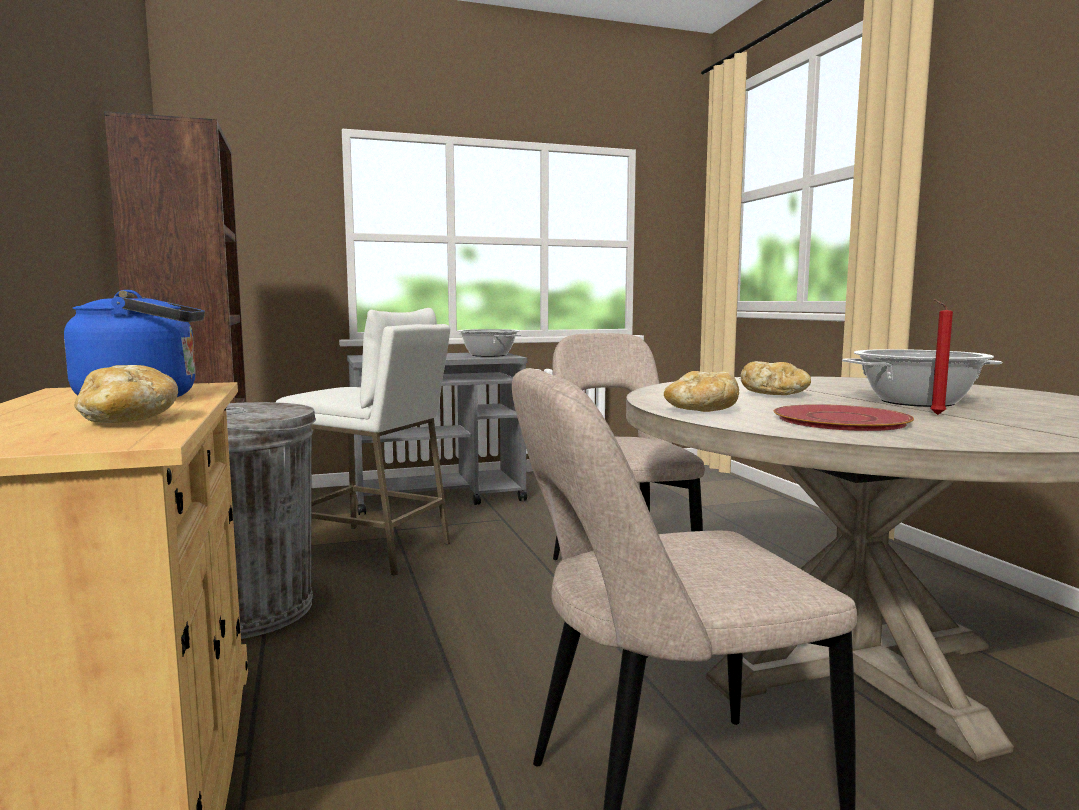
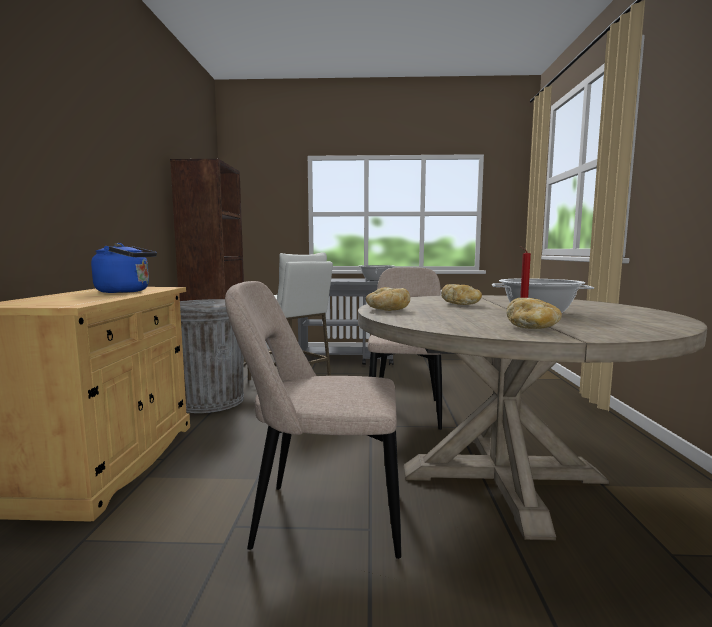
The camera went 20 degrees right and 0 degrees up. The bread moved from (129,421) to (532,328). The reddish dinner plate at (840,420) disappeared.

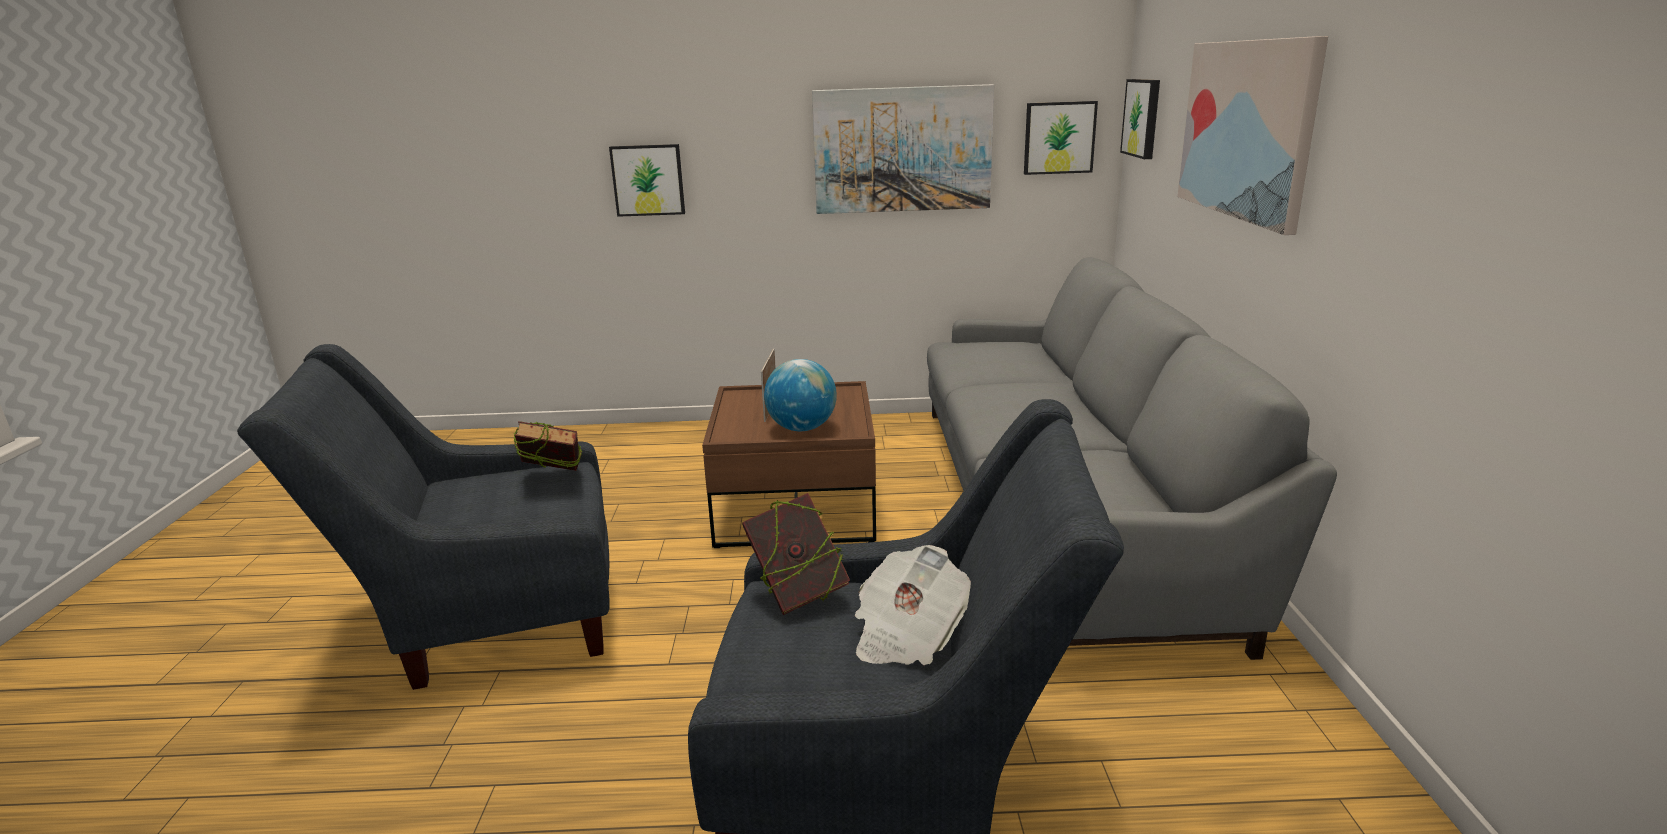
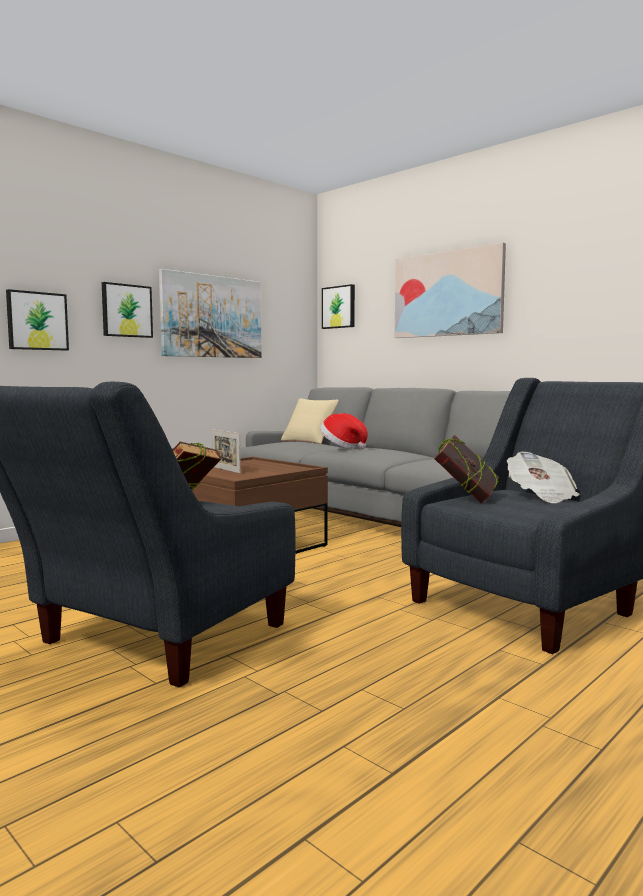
The camera went 45 degrees left and 15 degrees down. The picture moved from (1059,137) to (126,311). The beige-coloured pillow at (309,441) appeared. The clothing hat at (343,447) appeared. The desk globe at (801,428) disappeared.

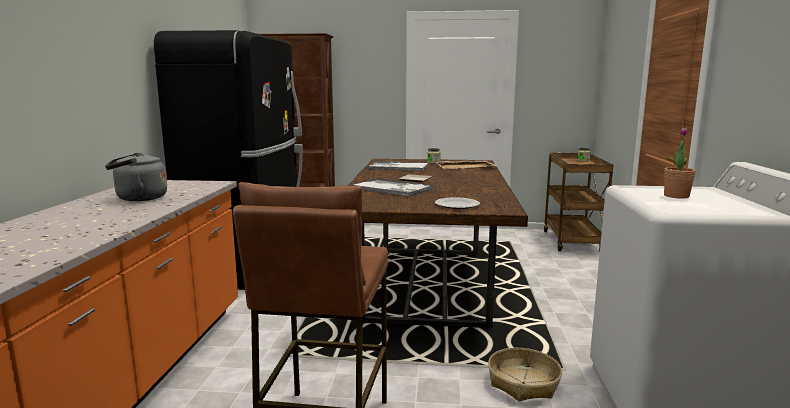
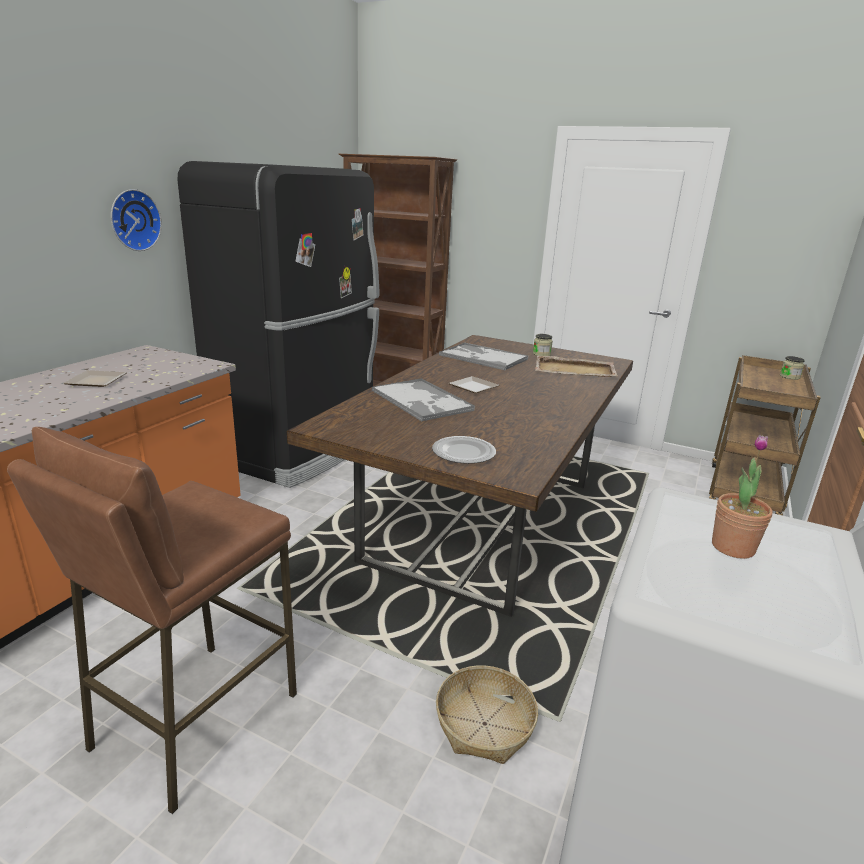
The camera went 20 degrees right and 10 degrees up. The gray kettle at (138,198) was replaced by the dinner plate at (95,381). The clock on the wall at (133,220) appeared.

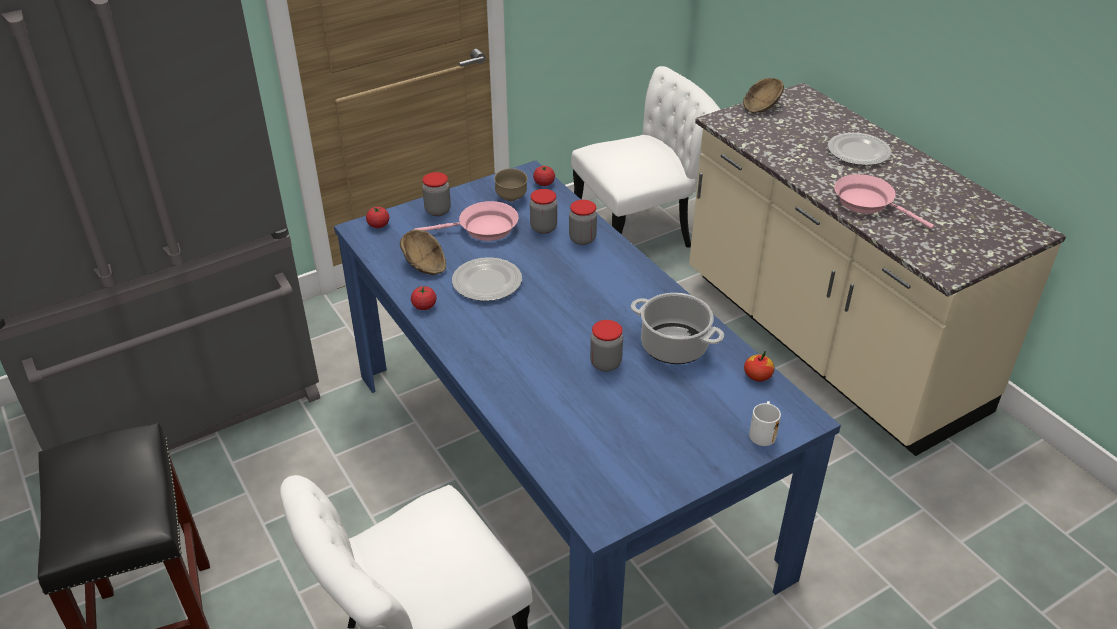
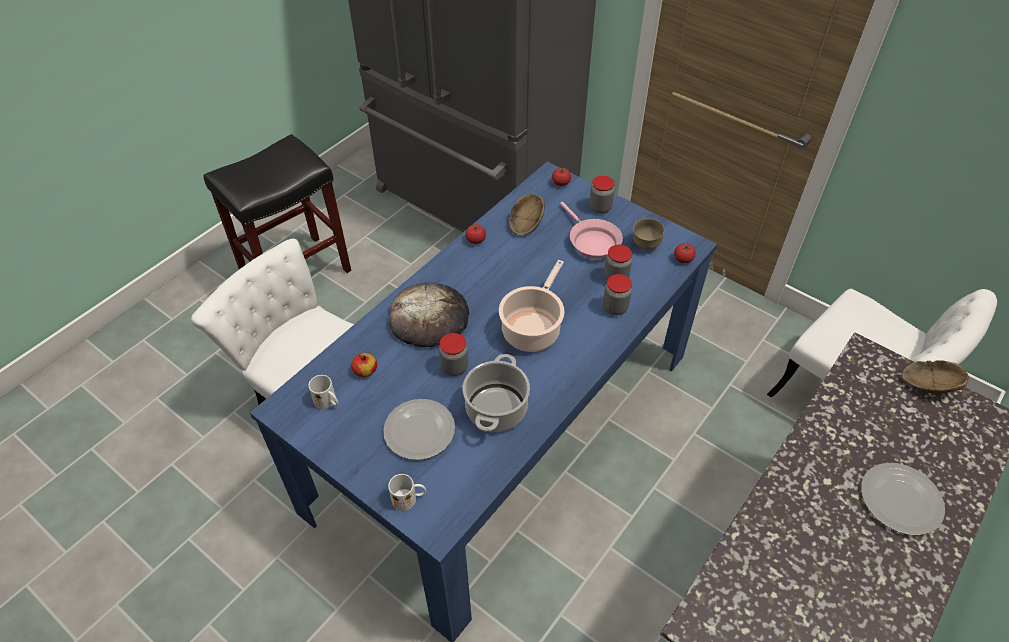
The camera went 70 degrees right and 10 degrees up. The white-coloured coffee mug at (328,402) appeared. The apple moved from (757,376) to (365,370). The dinner plate moved from (488,281) to (420,431). The bread at (429,318) appeared. The cooking pot at (532,329) appeared. The pink-coloured pan at (868,203) disappeared.

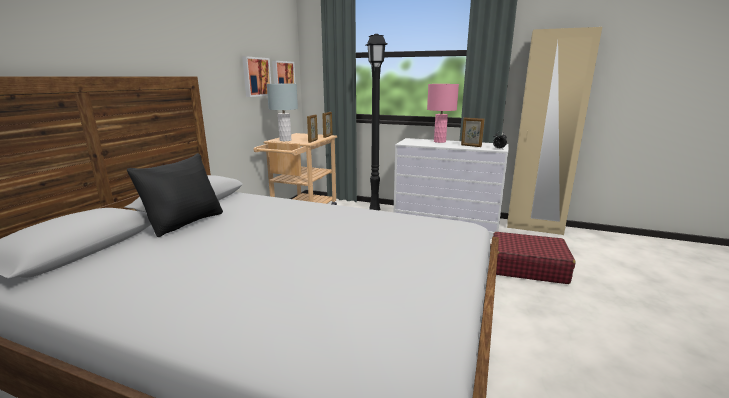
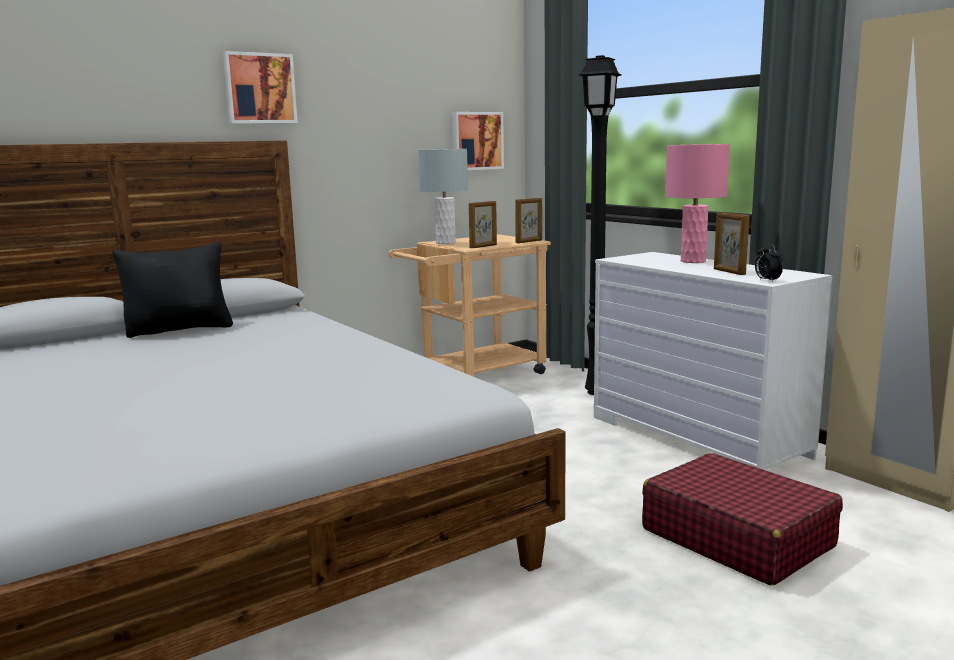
The camera went 35 degrees right and 5 degrees down. The picture moved from (256,77) to (259,88).

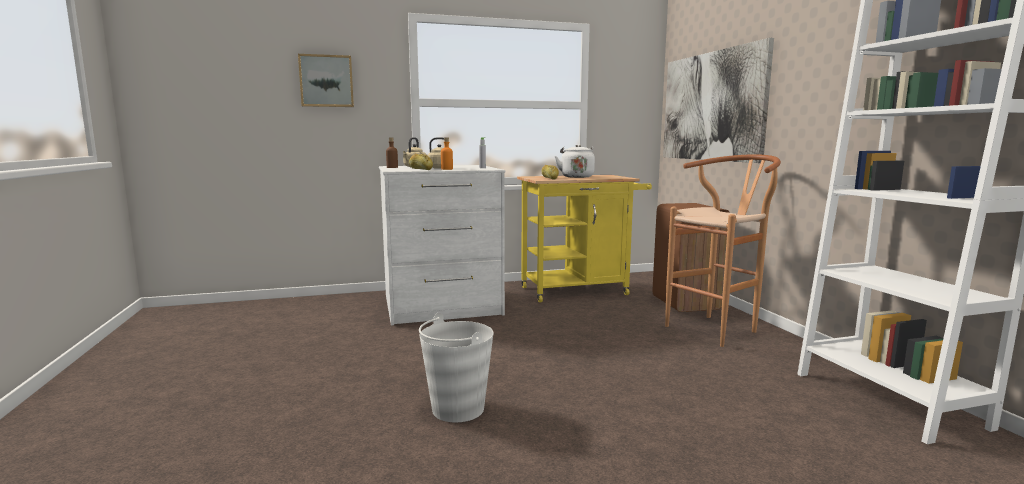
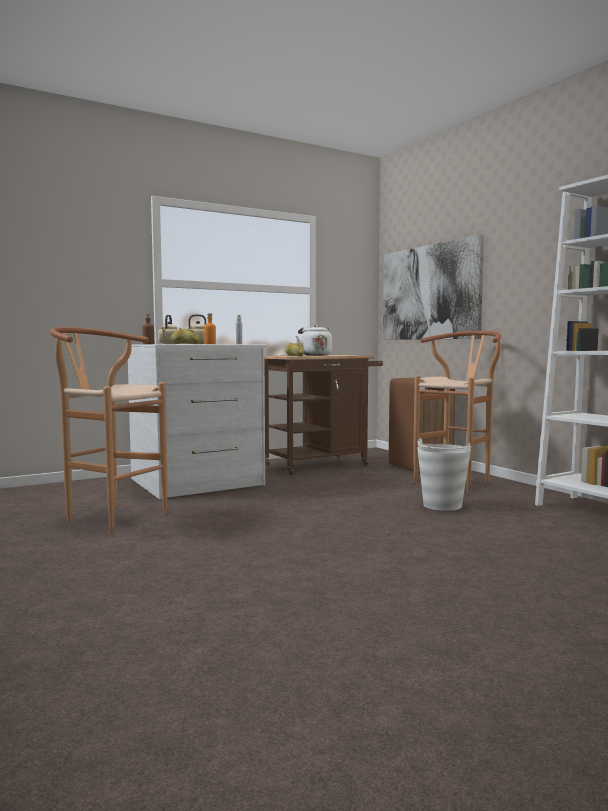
The camera went 15 degrees left and 5 degrees down. The brown-coloured stool seat at (109,516) appeared. The yellow-coloured trolley at (580,290) became the brown-coloured trolley at (321,464). The white-coloured water bucket moved from (457,409) to (442,505). The picture at (326,81) disappeared.

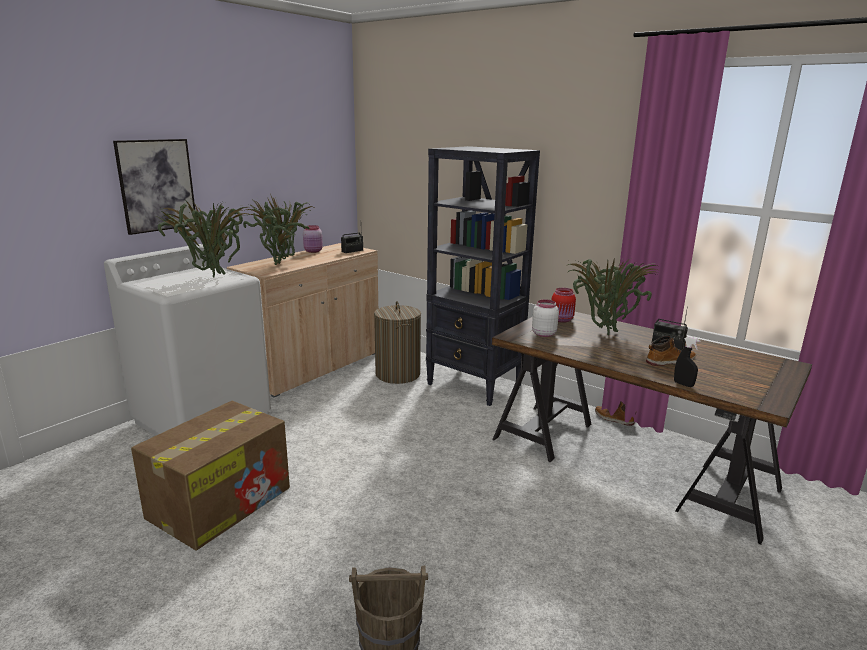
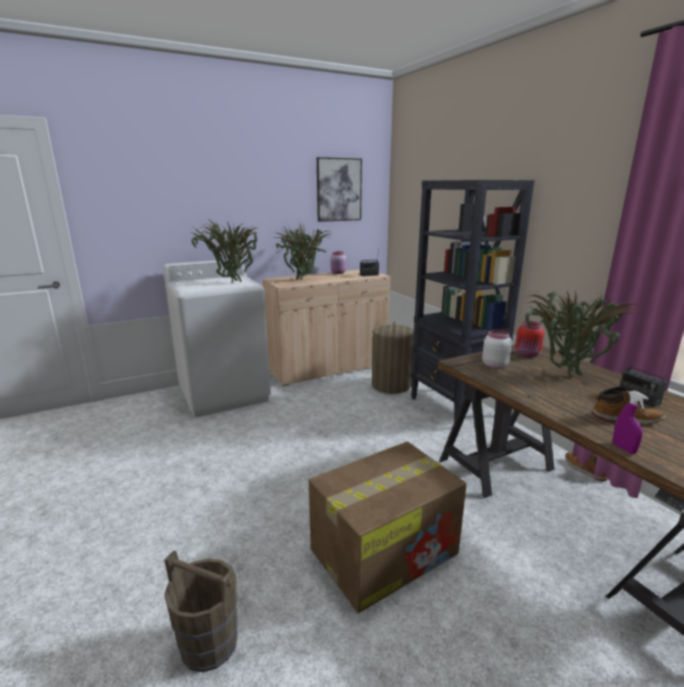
The camera went 25 degrees right and 0 degrees up. The cardboard box moved from (221,501) to (385,550). The picture moved from (156,185) to (339,190). The blackish sprayer at (683,384) became the purple sprayer at (623,448).

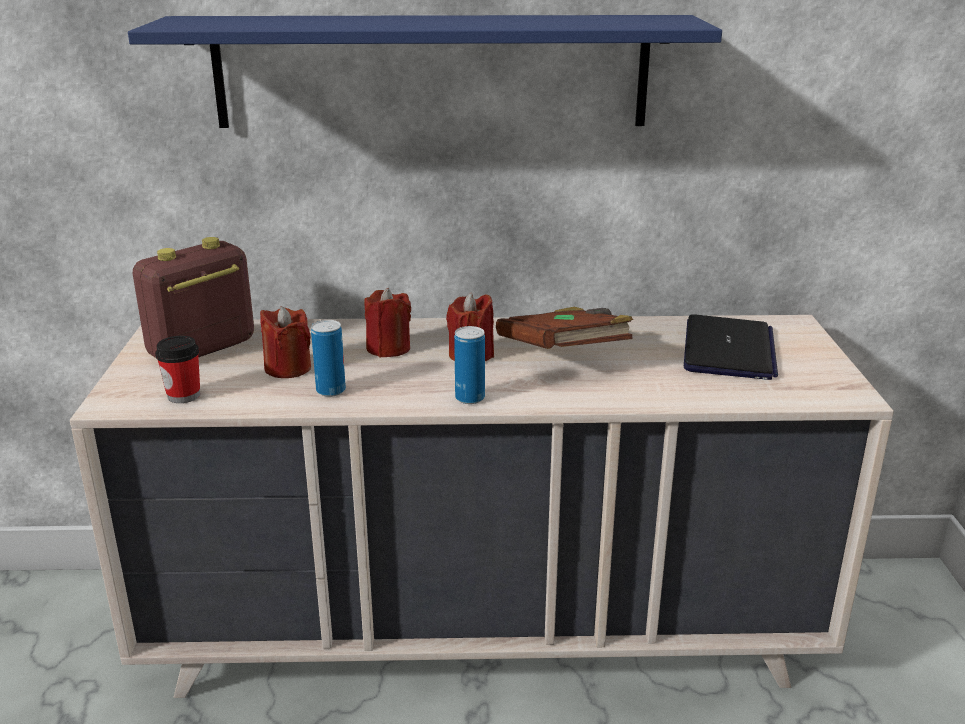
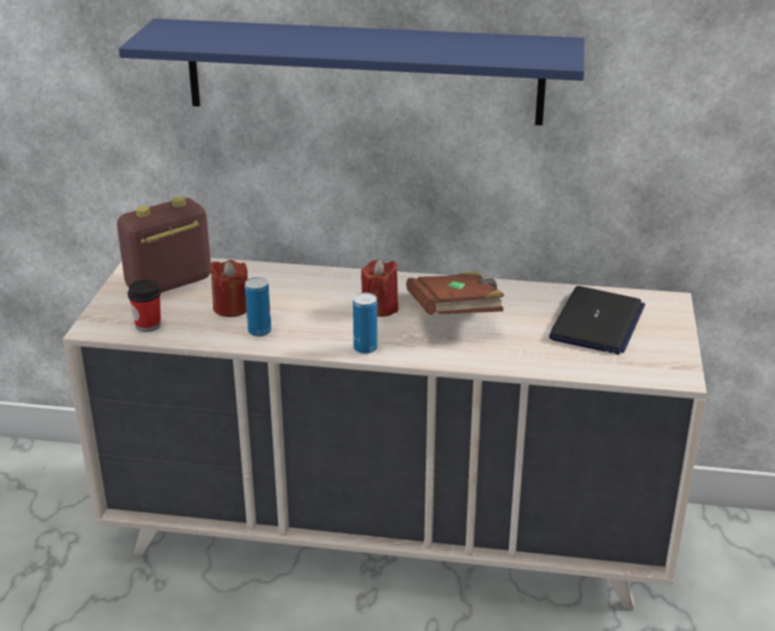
The camera went 10 degrees right and 5 degrees up. The reddish candle at (388,348) disappeared.

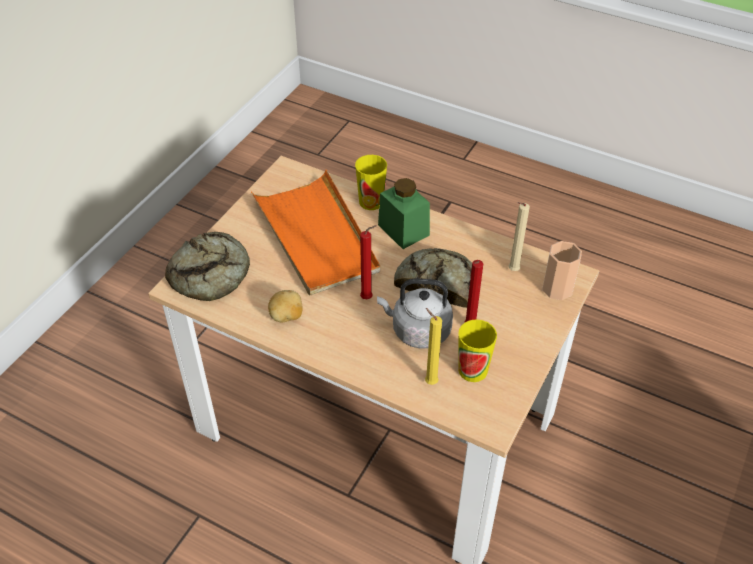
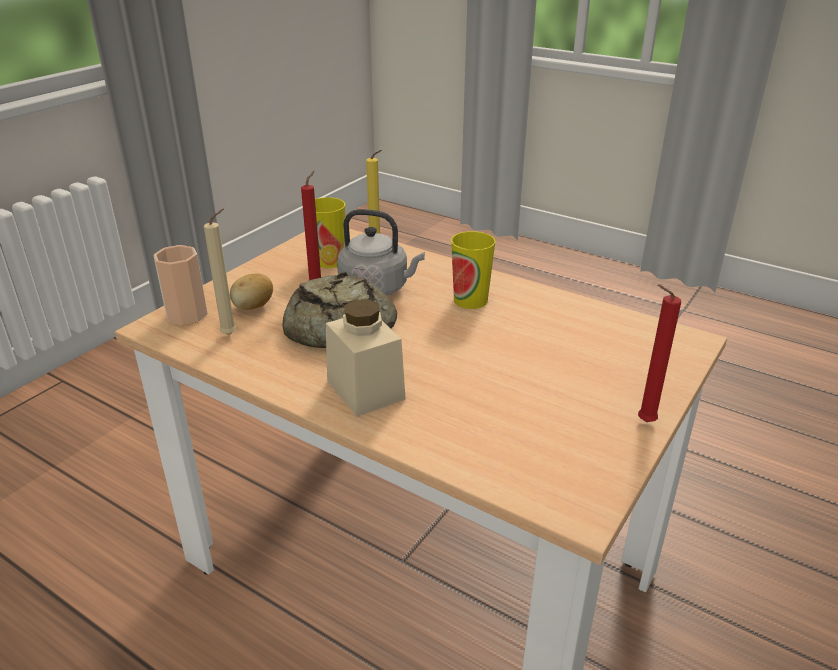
The camera went 175 degrees left and 15 degrees down. The spud moved from (287,316) to (253,307). The green-coloured preserve jar at (403,230) became the beige-coloured preserve jar at (365,390). The small cup moved from (371,201) to (470,300). The reddish candle moved from (368,298) to (643,422). The bread at (212,273) disappeared. The orange carrying tray at (316,236) disappeared.

